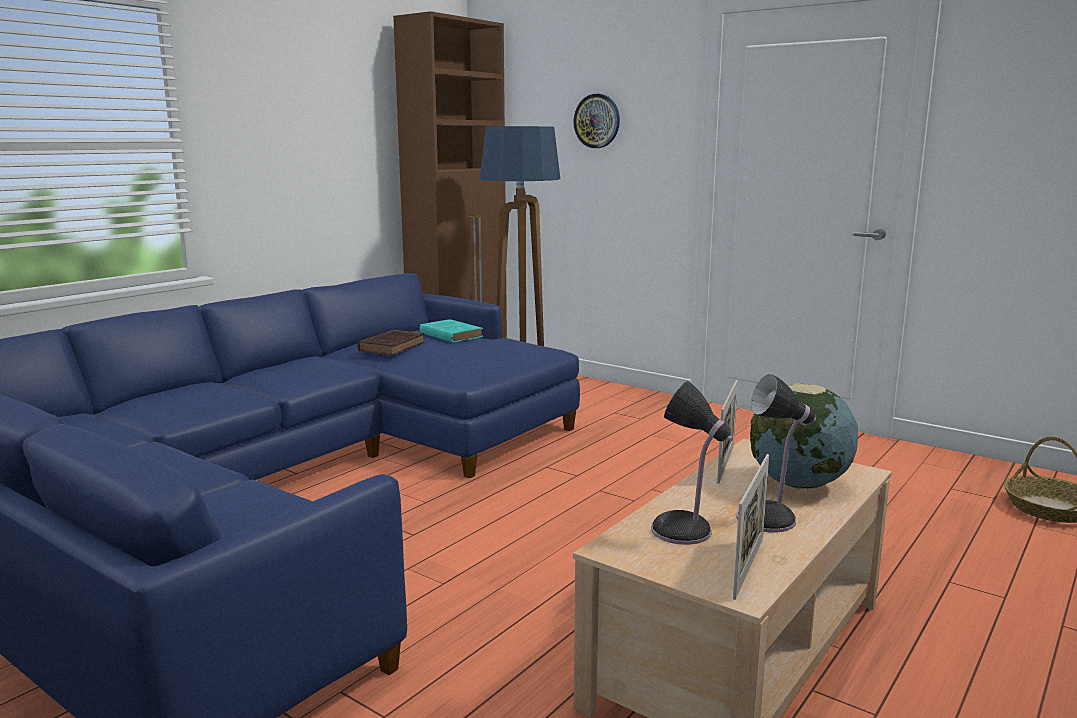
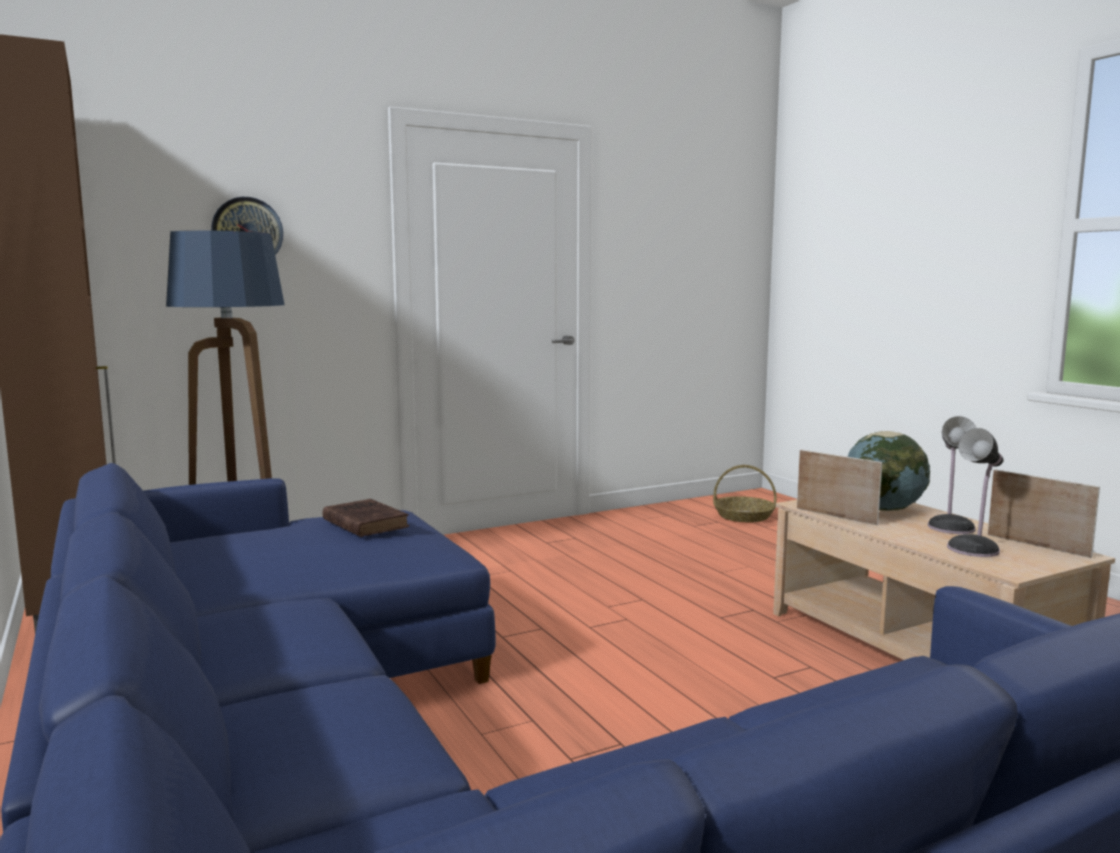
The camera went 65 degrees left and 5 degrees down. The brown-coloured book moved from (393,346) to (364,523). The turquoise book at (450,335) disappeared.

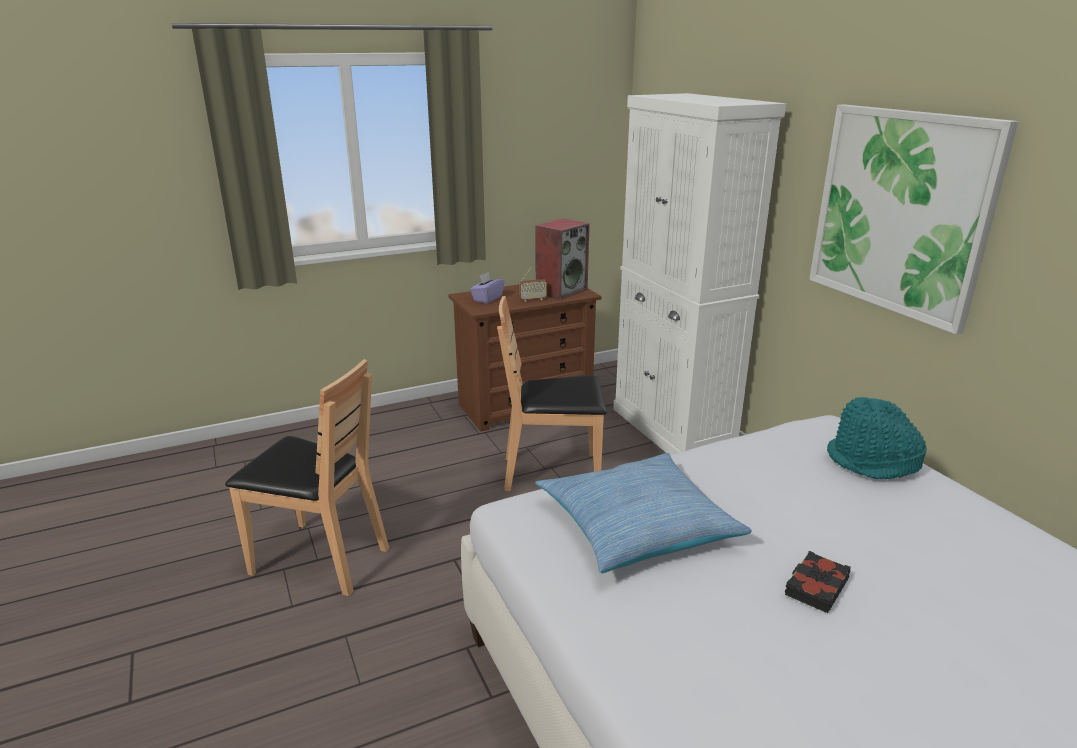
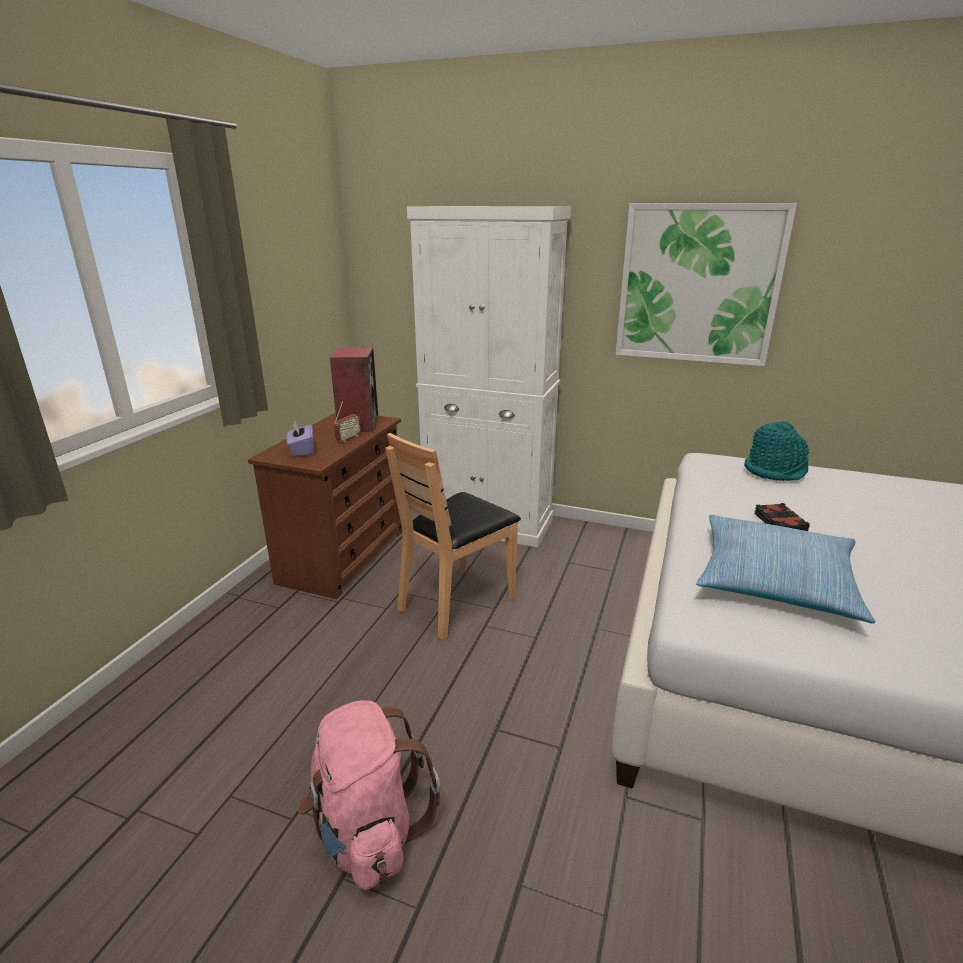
The camera went 45 degrees left and 0 degrees up. The brown-coloured chair at (320,559) was replaced by the pink-coloured knapsack at (368,831). The blackish book moved from (815,586) to (779,523).

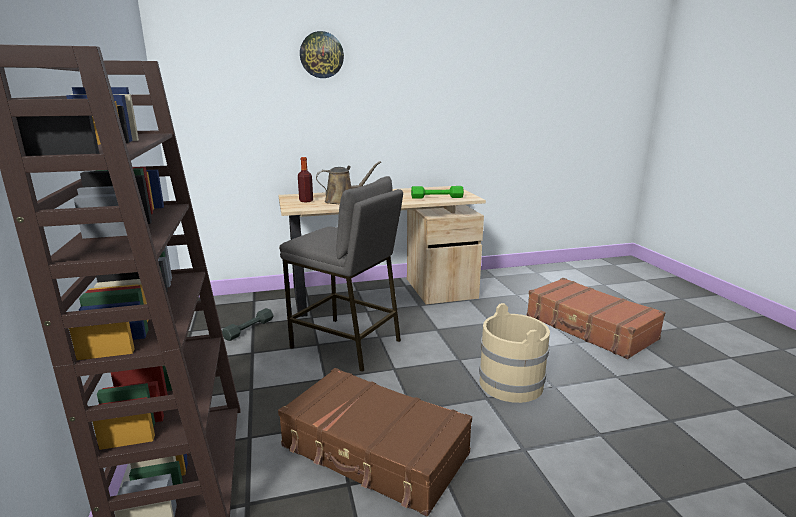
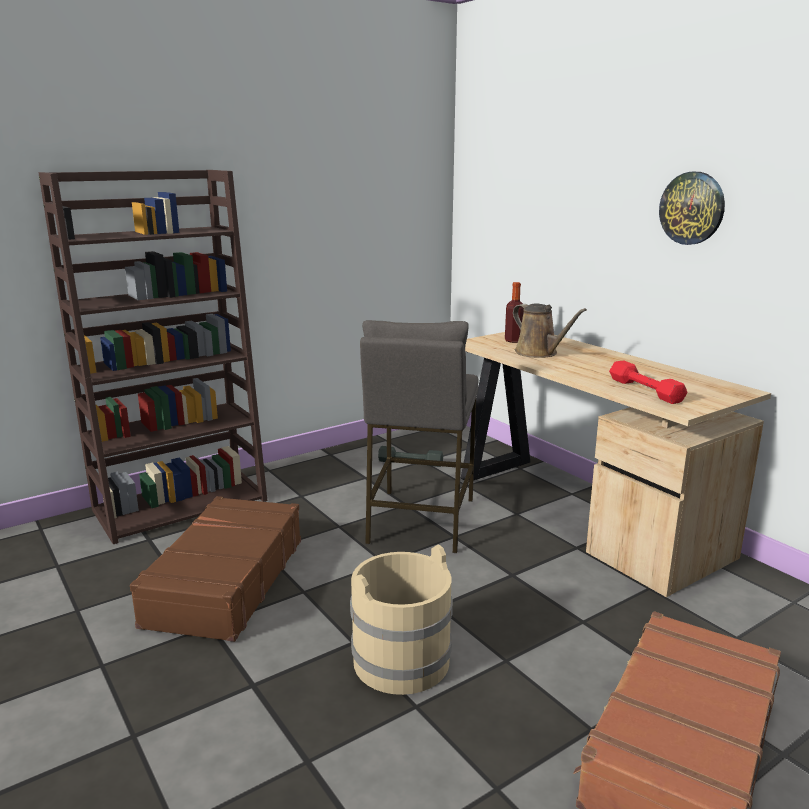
The camera went 70 degrees right and 0 degrees up. The green-coloured free weight at (437,197) became the reddish free weight at (645,390). The clock on the wall moved from (321,55) to (692,208).

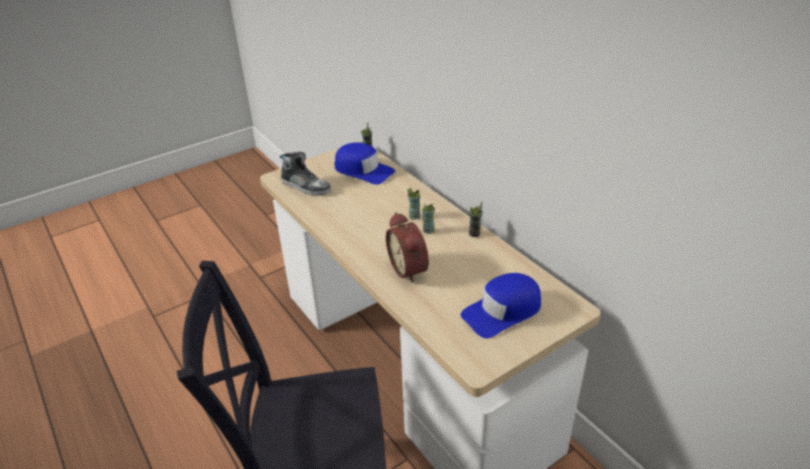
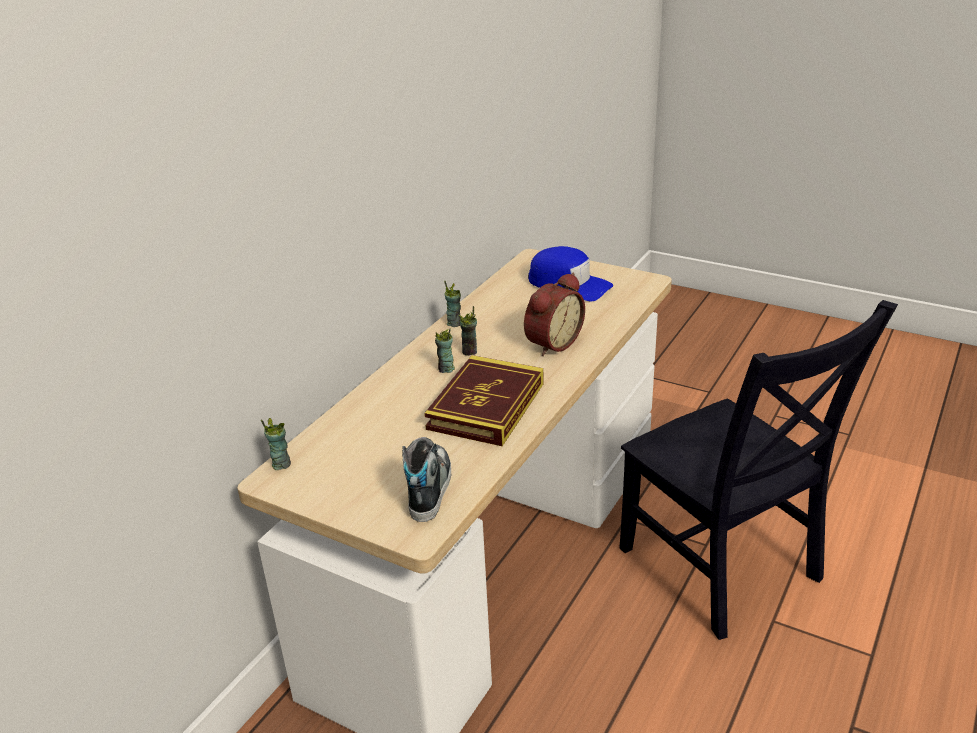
The camera went 115 degrees left and 5 degrees down. The book at (486,406) appeared. The bluish baseball cap at (363,170) disappeared.

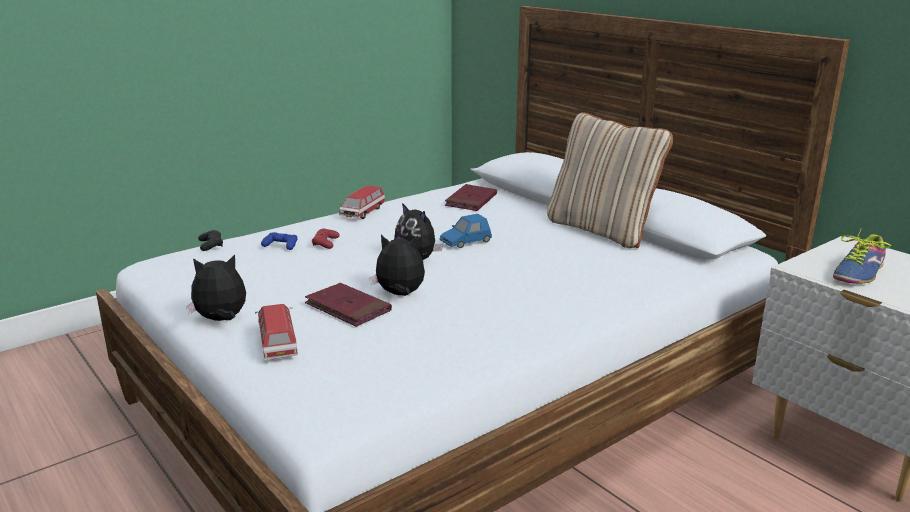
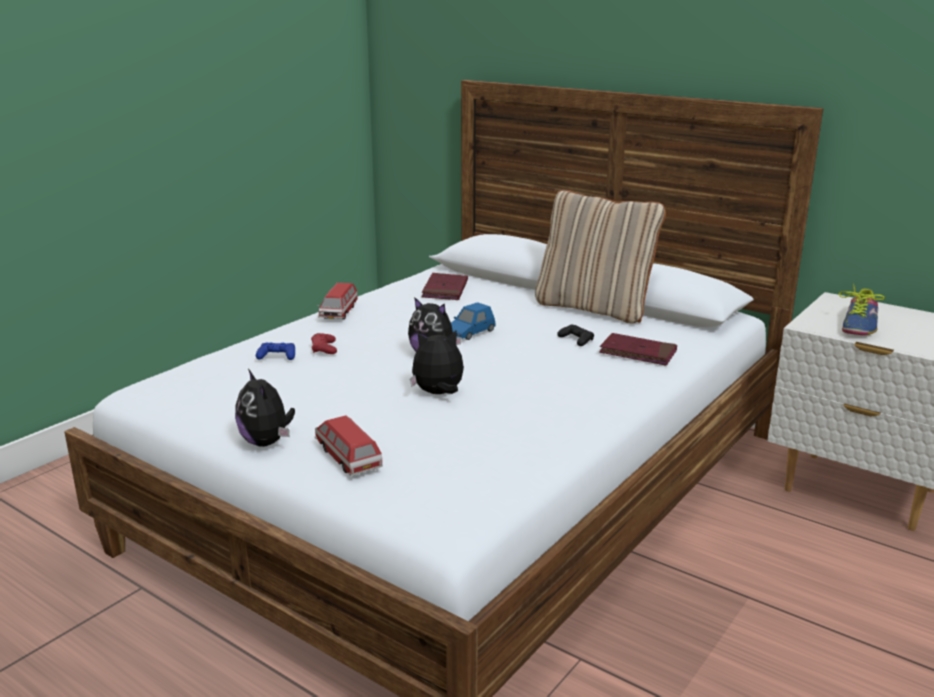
The camera went 15 degrees left and 0 degrees up. The cuddly toy at (221,320) turned 90 degrees counterclockwise. The blackish joypad moved from (211,245) to (576,339). The reddish book moved from (348,308) to (638,353).

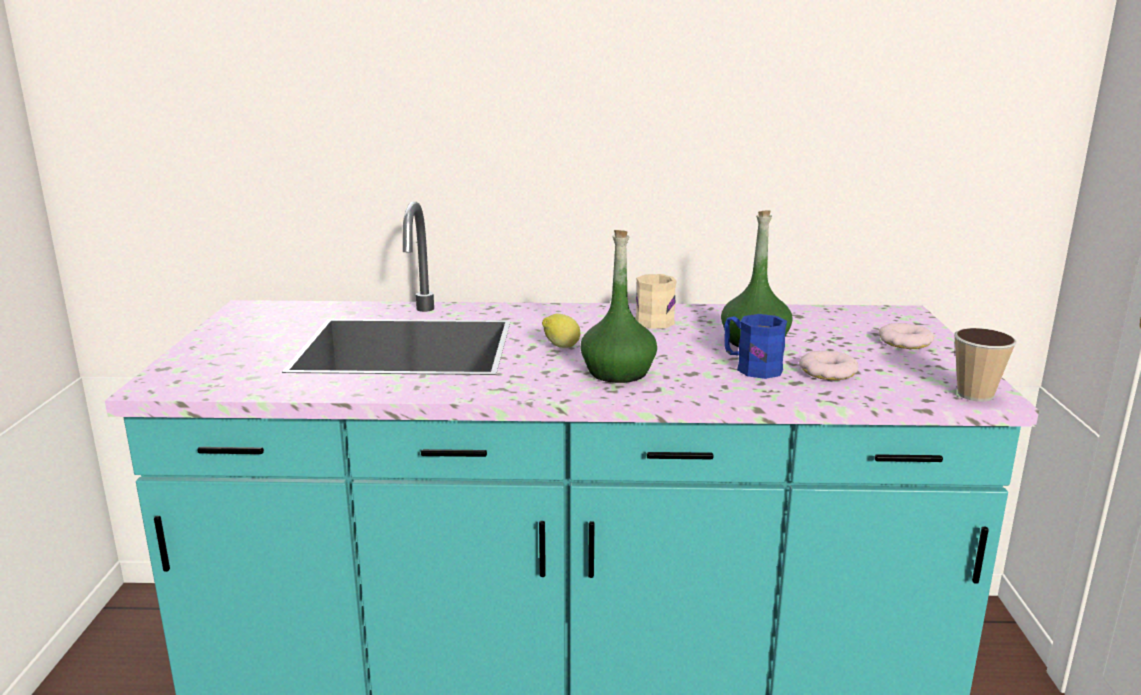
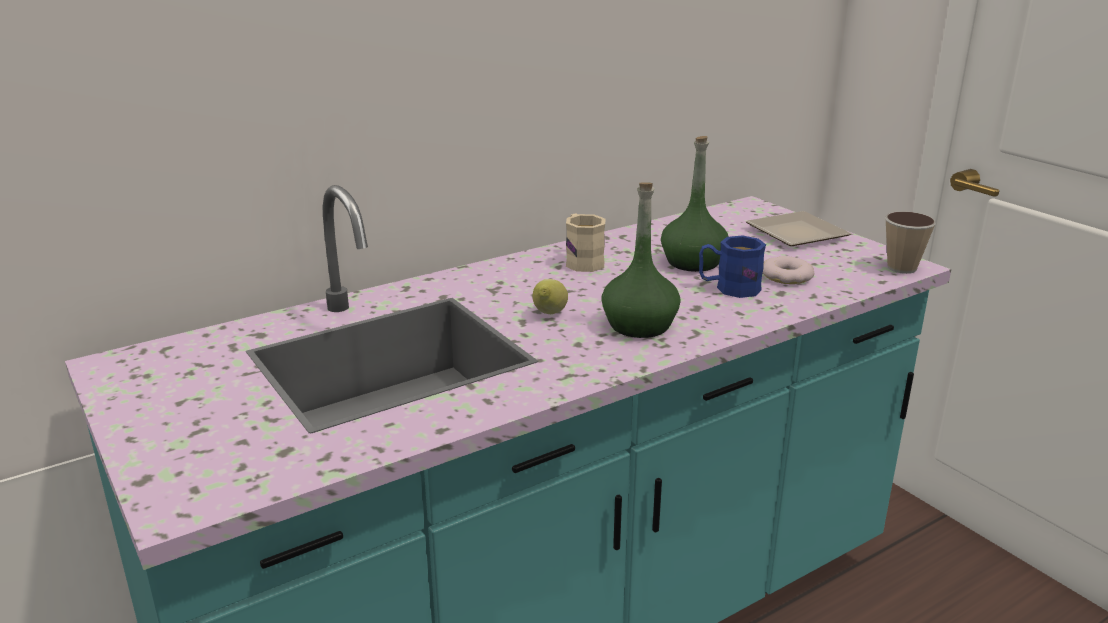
The camera went 35 degrees left and 5 degrees up. The doughnut at (905,342) was replaced by the dinner plate at (793,233).

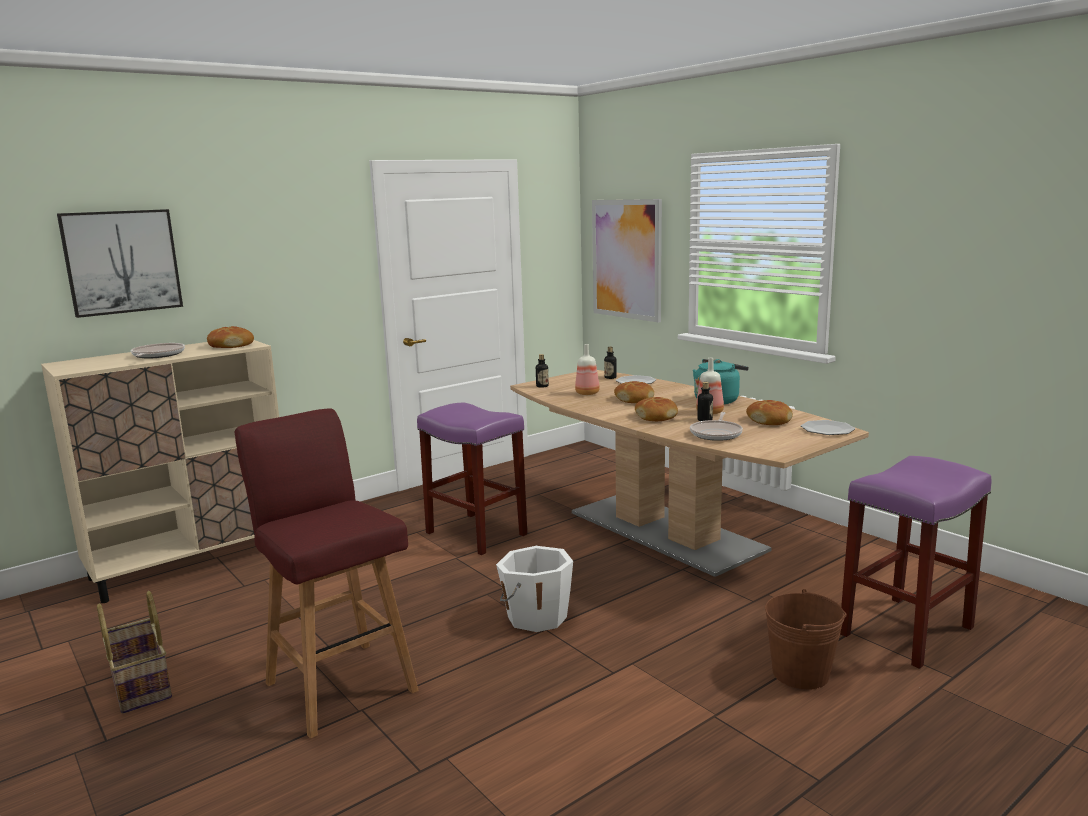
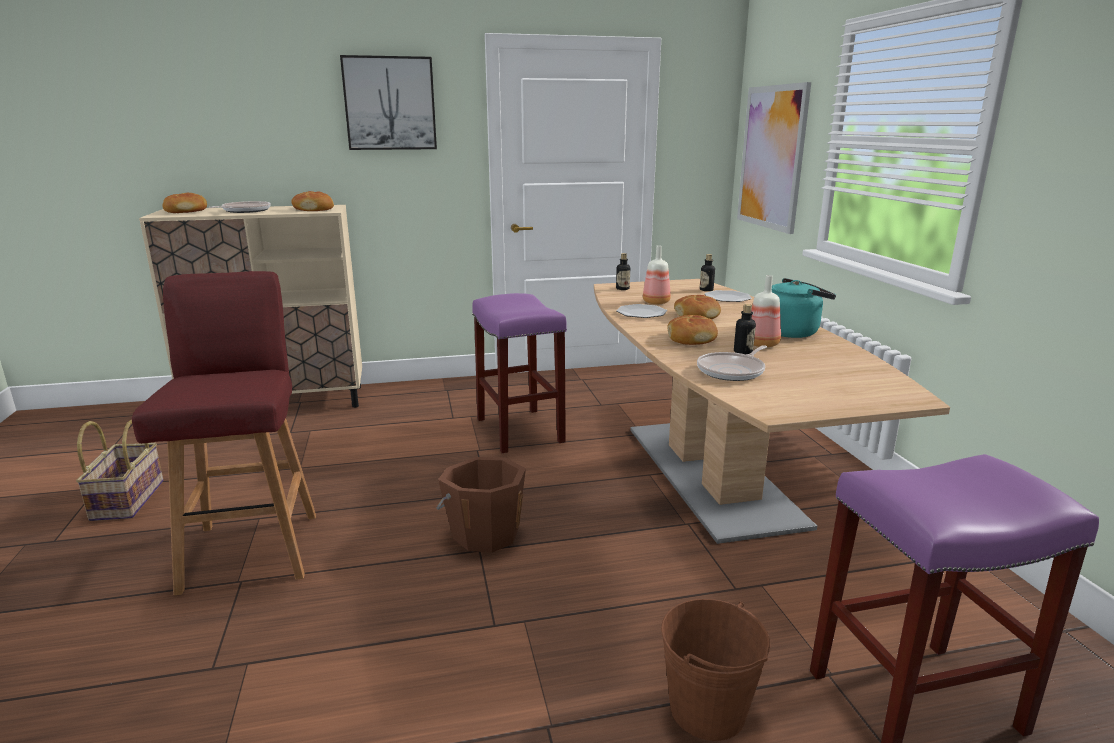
The camera went 25 degrees right and 5 degrees up. The bread moved from (769,420) to (186,211). The picture moved from (122,262) to (390,103). The white-coloured water bucket at (536,616) became the brown-coloured water bucket at (485,533). The dinner plate moved from (827,429) to (641,313).

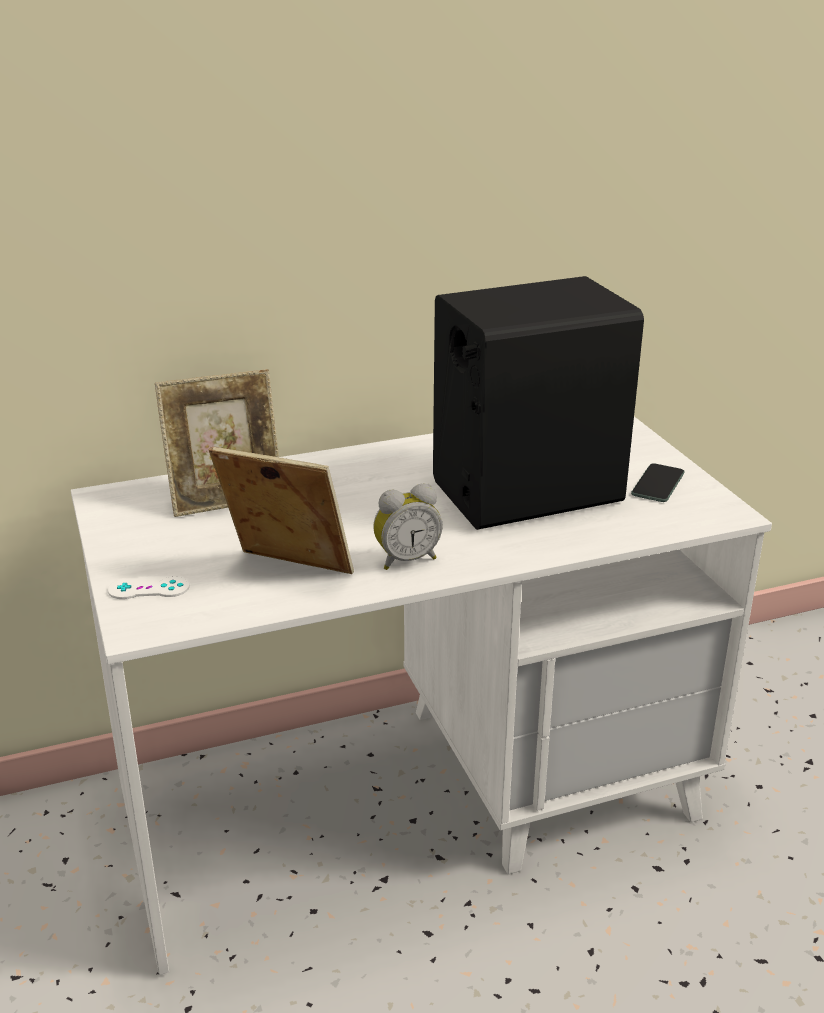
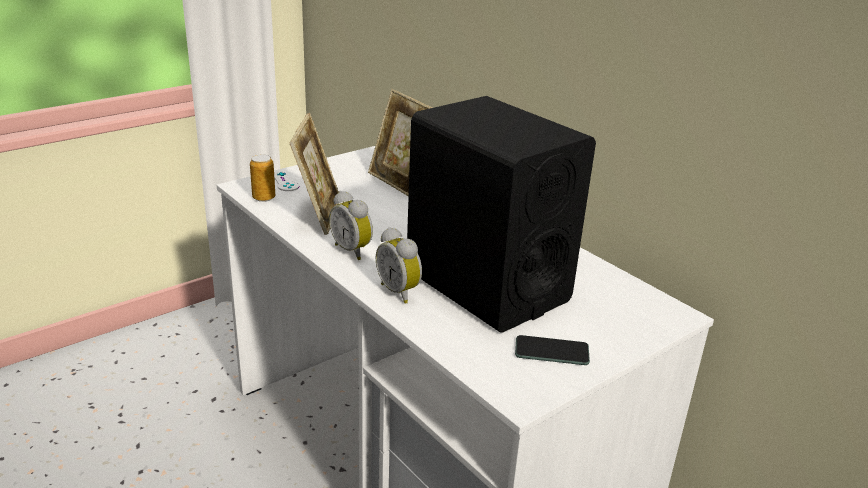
The camera went 70 degrees right and 0 degrees up. The can at (264,198) appeared. The alarm clock at (400,291) appeared.

